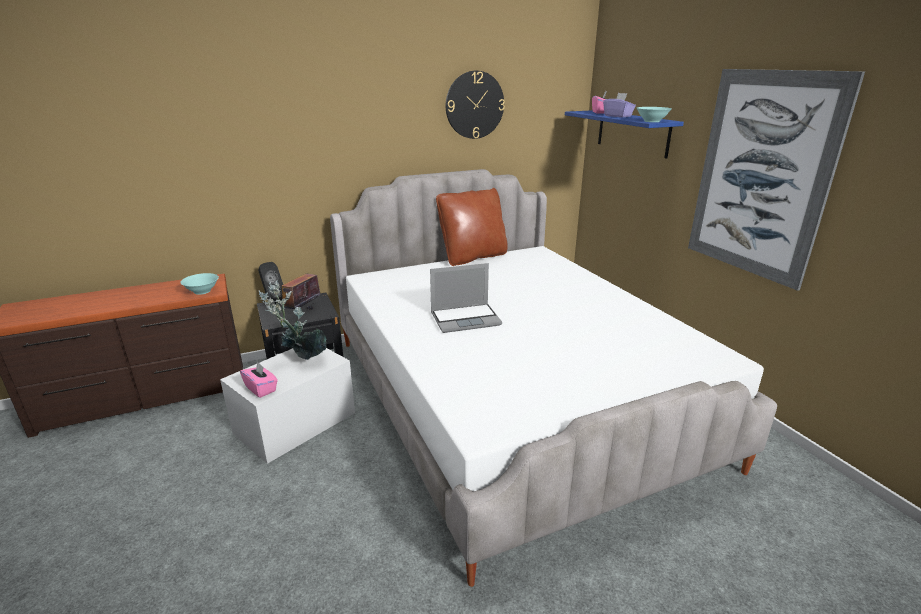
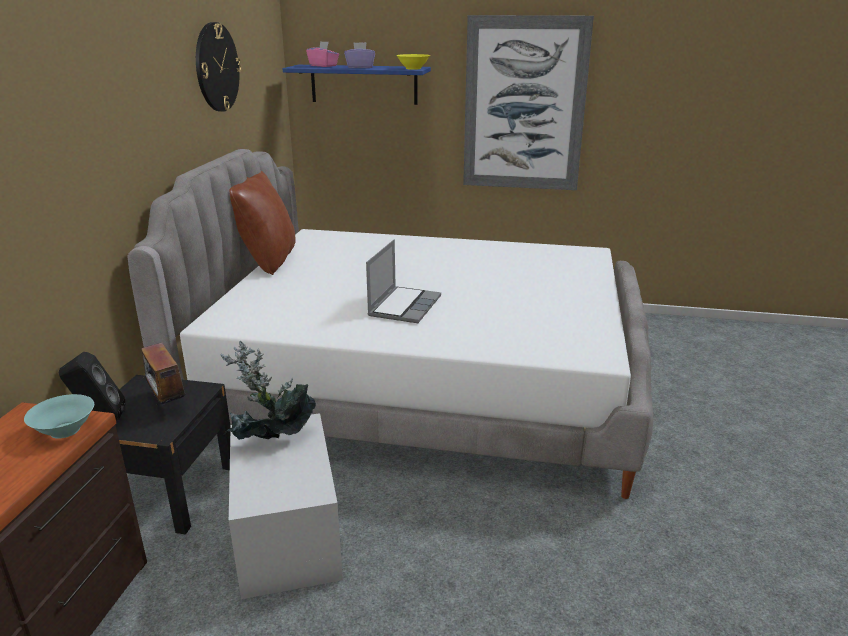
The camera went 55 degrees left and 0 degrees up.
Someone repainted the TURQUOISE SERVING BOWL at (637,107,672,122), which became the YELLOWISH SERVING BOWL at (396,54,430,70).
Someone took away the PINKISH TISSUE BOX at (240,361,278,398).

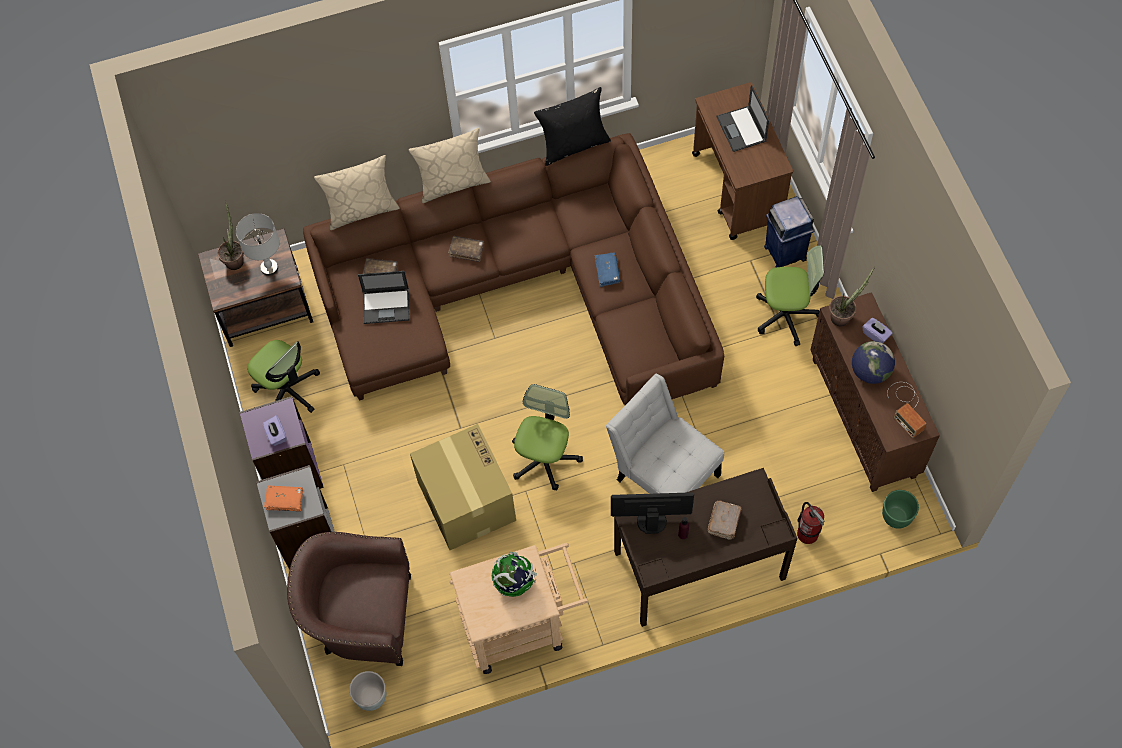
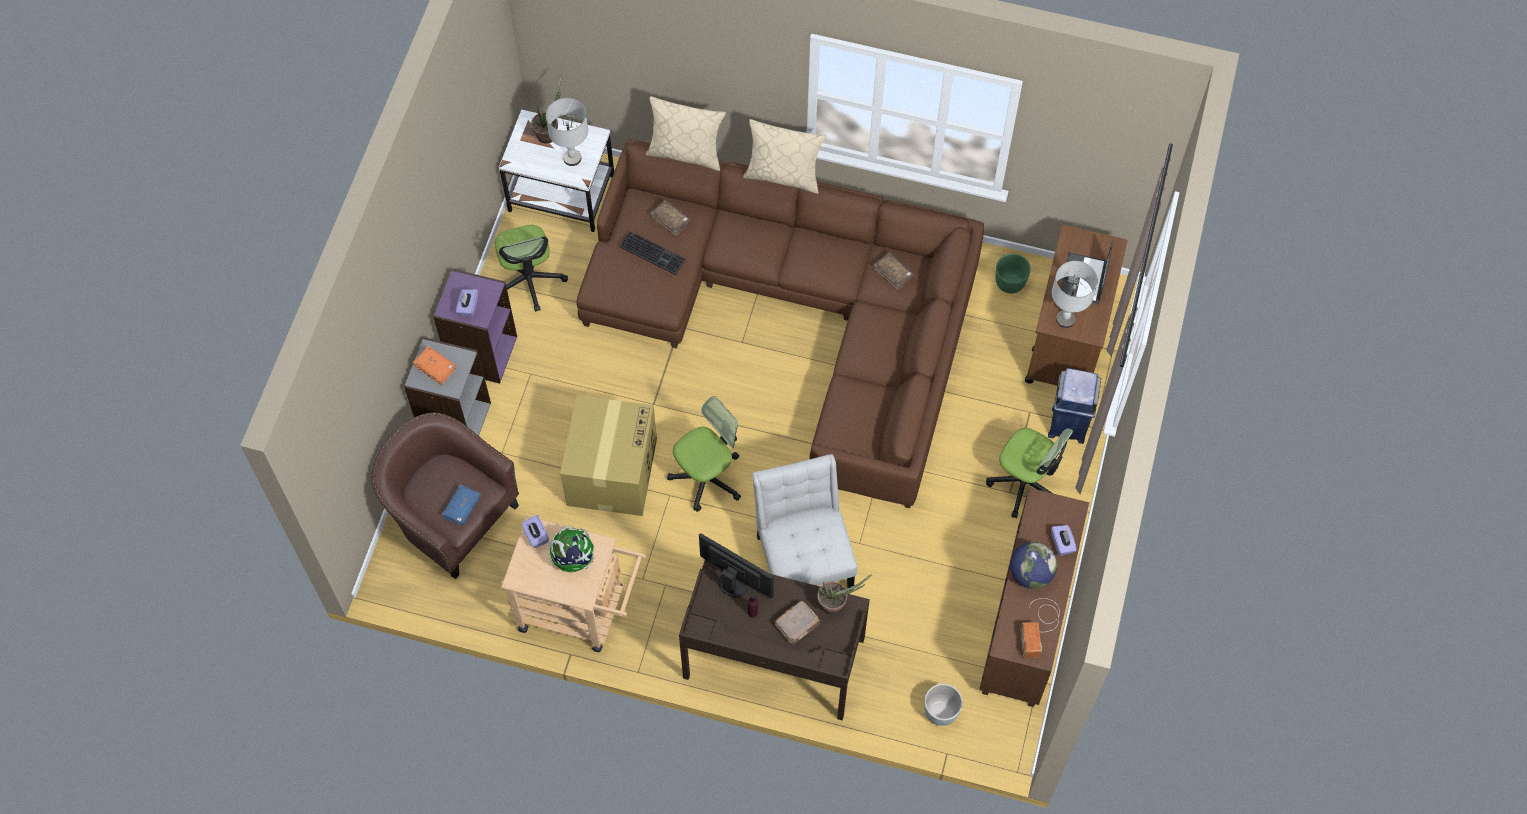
The camera went 30 degrees right and 0 degrees up.
Someone carried the BLUE VOLUME from (595,253,621,287) to (442,484,481,526).
Someone repainted the BROWN ACCENT TABLE at (198,229,313,347), which became the WHITE-COLOURED ACCENT TABLE at (499,110,614,232).
Someone put down the PURPLE-COLOURED TISSUE BOX at (522,515,549,548).
Someone swapped the LAPTOP at (358,271,410,324) for the KEYBOARD at (620,231,686,275).
Someone carried the PLANT IN A POT from (829,266,875,327) to (817,574,872,614).
Someone carried the BROWN VOLUME from (448,236,484,262) to (873,252,914,290).
Someone carried the GREY PLANT POT from (349,671,386,711) to (925,684,963,726).
Someone carried the GREEN PLANT POT from (882,490,919,529) to (995,254,1031,294).
Someone put down the GREY TABLETOP LAMP at (1052,261,1098,328).
Someone took away the BLACK-COLOURED PILLOW at (534,87,611,166).
Someone took away the FIRE-FIGHTING CYLINDER at (797,502,825,544).

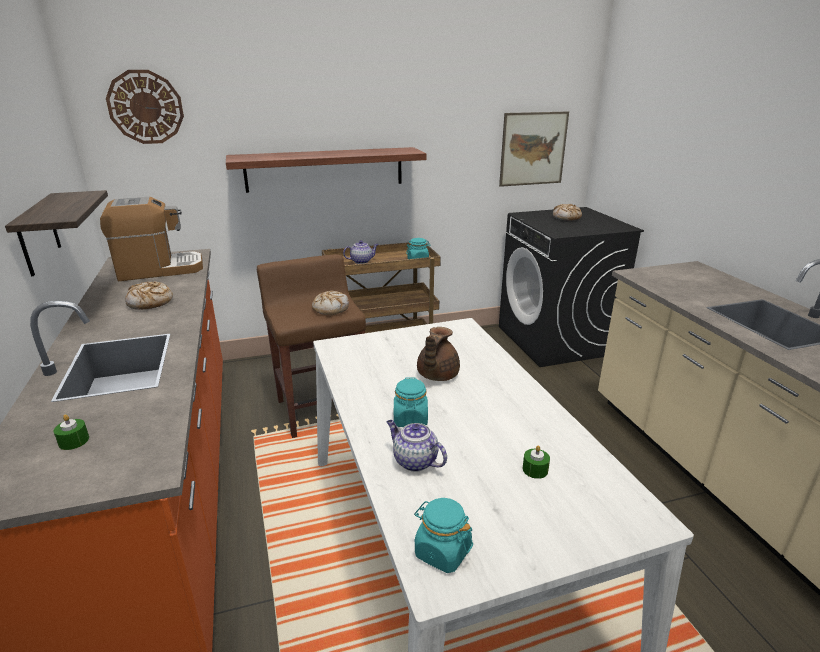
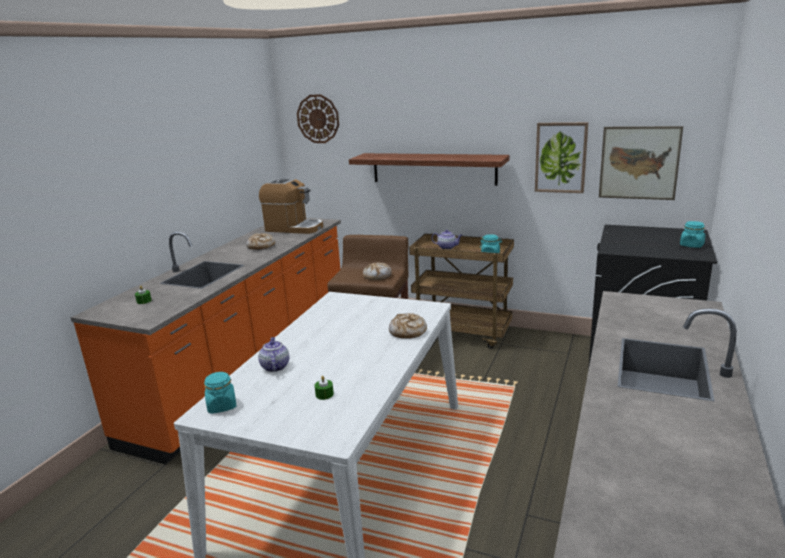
The camera went 40 degrees right and 5 degrees down.
Someone carried the BAKED BREAD from (553,204,582,221) to (389,313,427,339).
Someone put up the PICTURE at (535,122,588,193).
Someone carried the TURQUOISE STORAGE JAR from (394,377,428,427) to (680,221,705,248).
Someone took away the SHELF at (5,190,108,276).
Someone took away the BROWN TEA POT at (417,327,460,381).

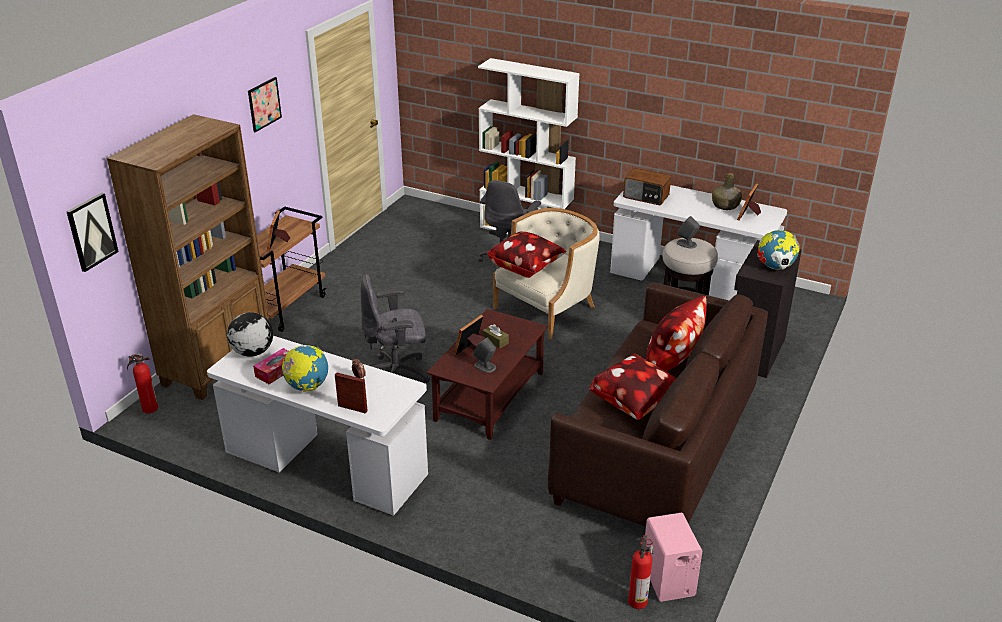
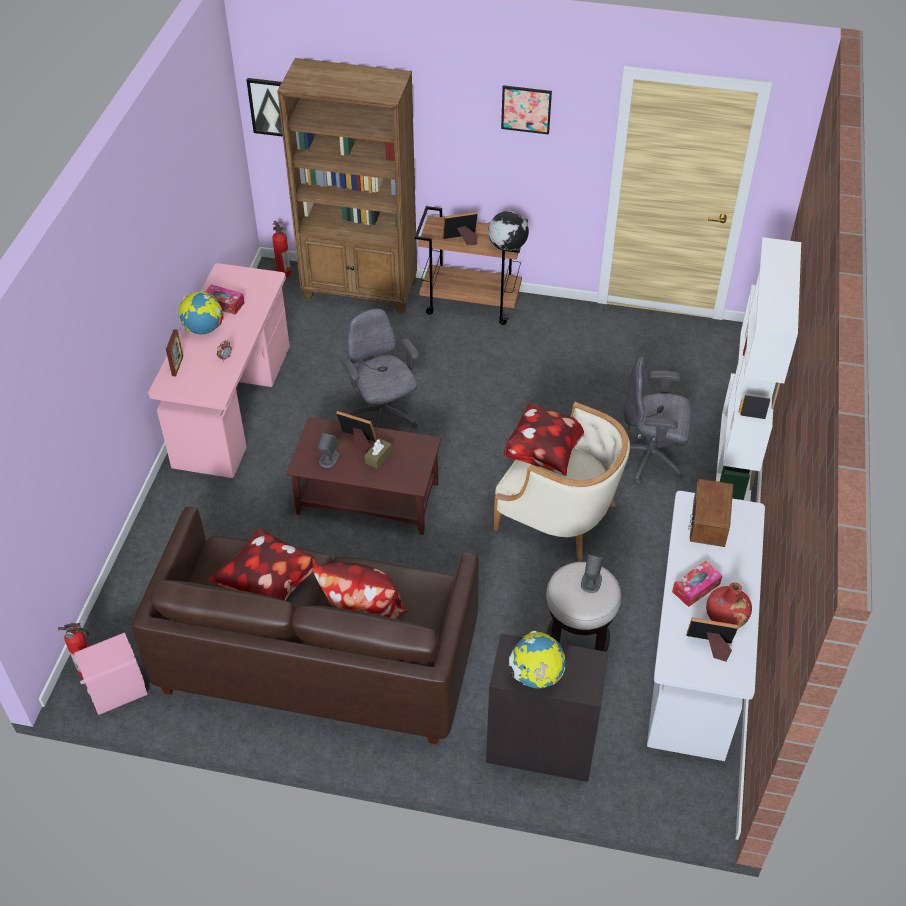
The camera went 75 degrees right and 15 degrees up.
Someone repainted the WHITE-COLOURED DESK TABLE at (207,336,428,516), which became the PINKISH DESK TABLE at (148,263,290,478).
Someone carried the DESK GLOBE from (227,312,273,357) to (488,211,529,251).
Someone put down the TISSUE BOX at (672,561,723,607).
Someone repainted the GREEN BOTTLE at (712,173,742,210), which became the RED-COLOURED BOTTLE at (706,583,752,628).

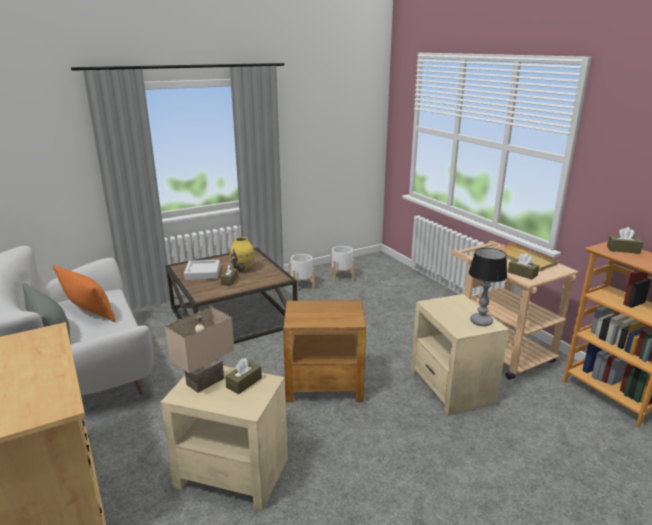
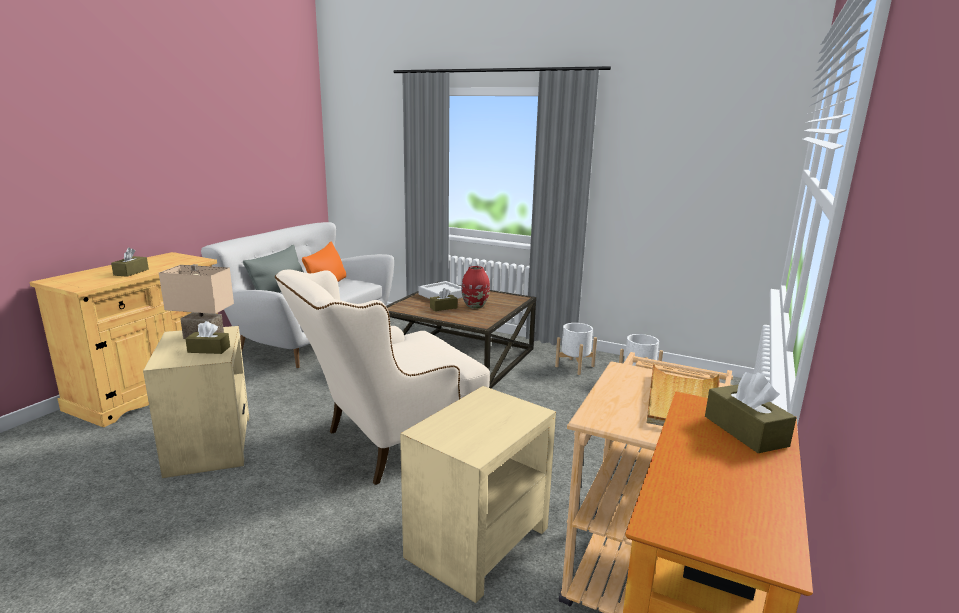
The camera went 55 degrees right and 5 degrees down.
Someone carried the BROWN TISSUE BOX from (508,253,539,280) to (111,248,149,277).
Someone swapped the BROWN ACCENT TABLE at (283,300,366,402) for the BEIGE-COLOURED LOUNGE CHAIR at (275,270,490,485).
Someone repainted the YELLOWISH FLOWER VASE at (230,237,254,273), which became the RED-COLOURED FLOWER VASE at (461,266,490,309).
Someone took away the TABLETOP LAMP at (469,248,507,326).

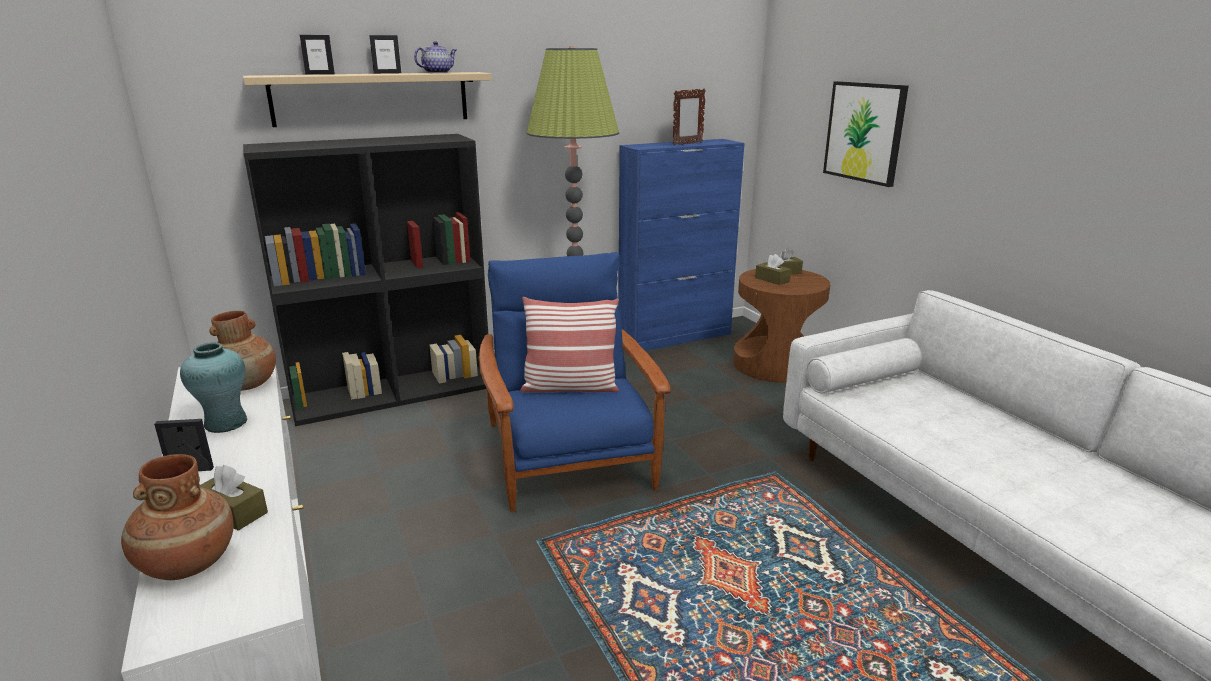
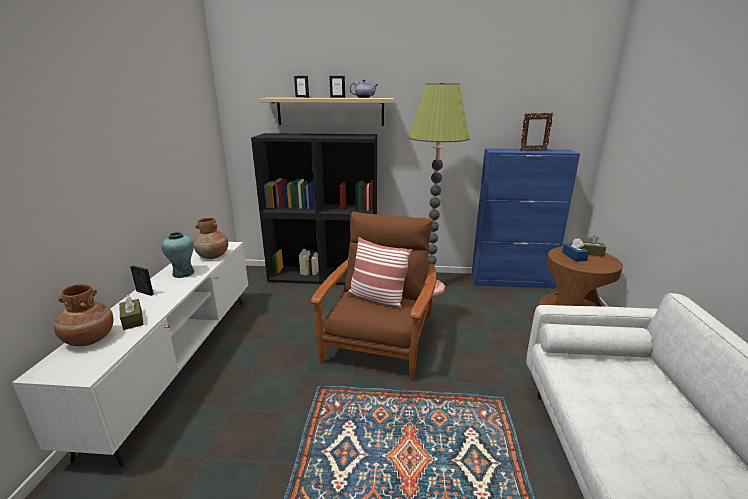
The camera went 30 degrees right and 0 degrees up.
Someone repainted the BLUE LOUNGE CHAIR at (479,252,670,512), which became the BROWN LOUNGE CHAIR at (311,212,437,381).
Someone repainted the BROWN TISSUE BOX at (755,254,791,285), which became the BLUE TISSUE BOX at (562,238,589,262).
Someone took away the PICTURE at (823,81,909,187).

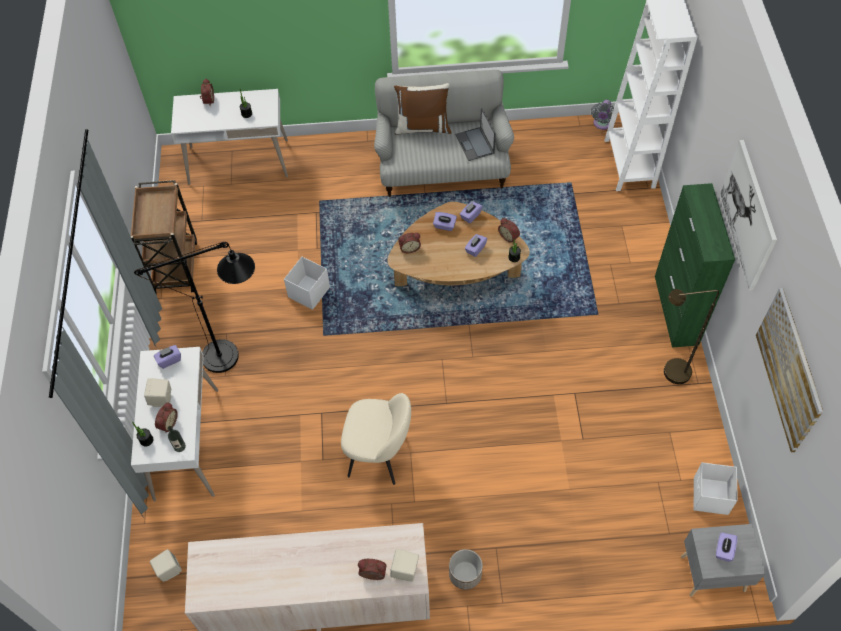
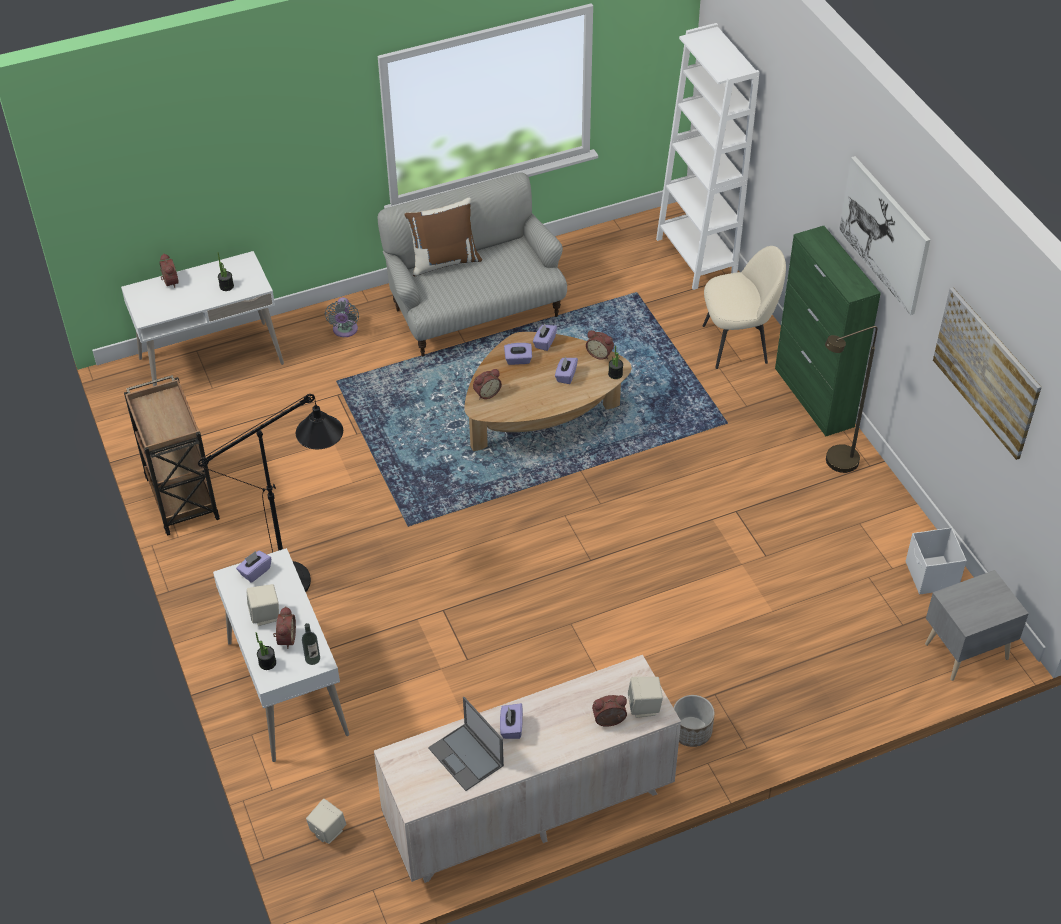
The camera went 20 degrees left and 10 degrees down.
Someone carried the GREY ELECTRIC FAN from (591,100,614,130) to (325,297,359,337).
Someone carried the LAPTOP from (455,107,496,161) to (428,697,504,791).
Someone carried the PURPLE-COLOURED TISSUE BOX from (716,532,738,562) to (500,703,523,739).
Someone carried the BEIGE-COLOURED CHAIR from (341,393,411,485) to (703,246,786,369).
Someone took away the WHITE-COLOURED STORAGE CONTAINER at (284,257,330,310).

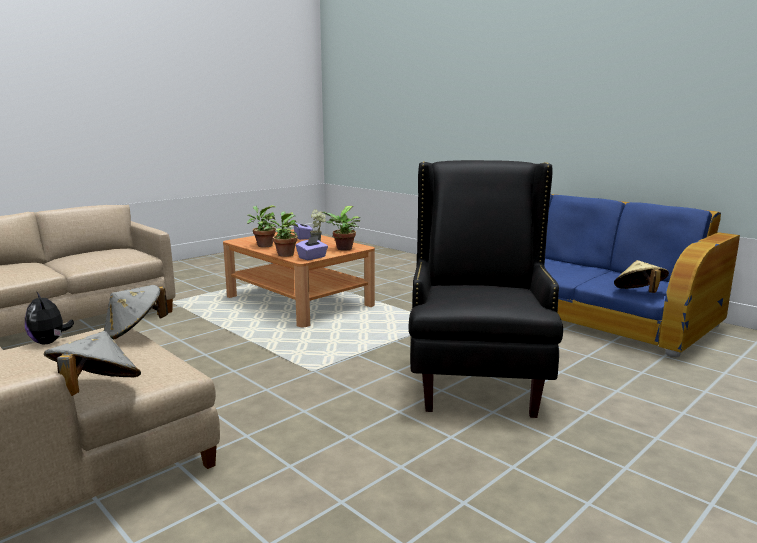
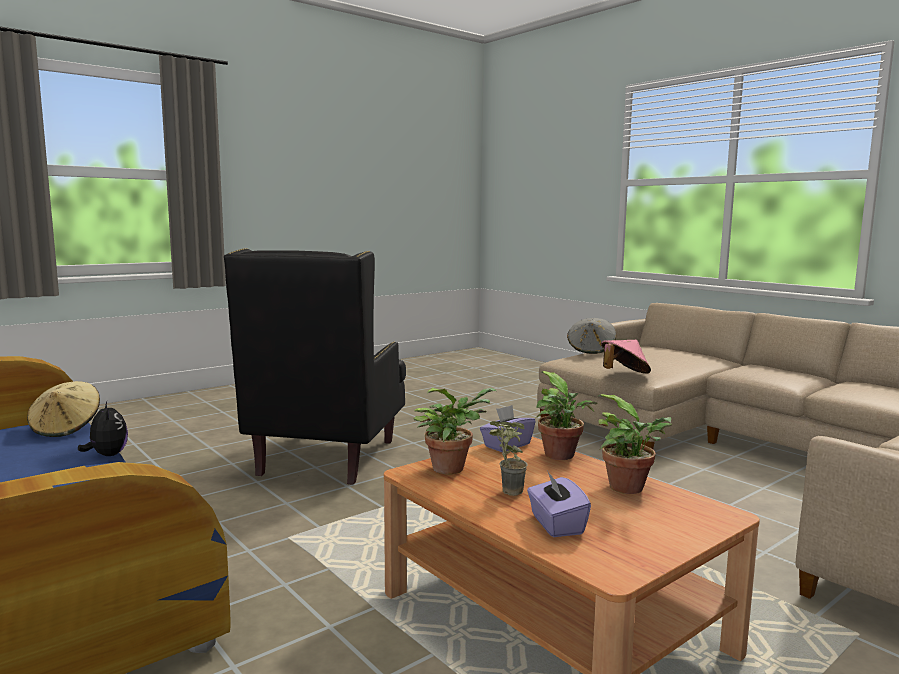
The camera went 175 degrees left and 5 degrees down.
Someone carried the CUDDLY TOY from (25,292,74,344) to (78,402,128,456).
Someone repainted the GREY CLOTHING HAT at (104,285,168,340), which became the PINKISH CLOTHING HAT at (601,340,651,373).

